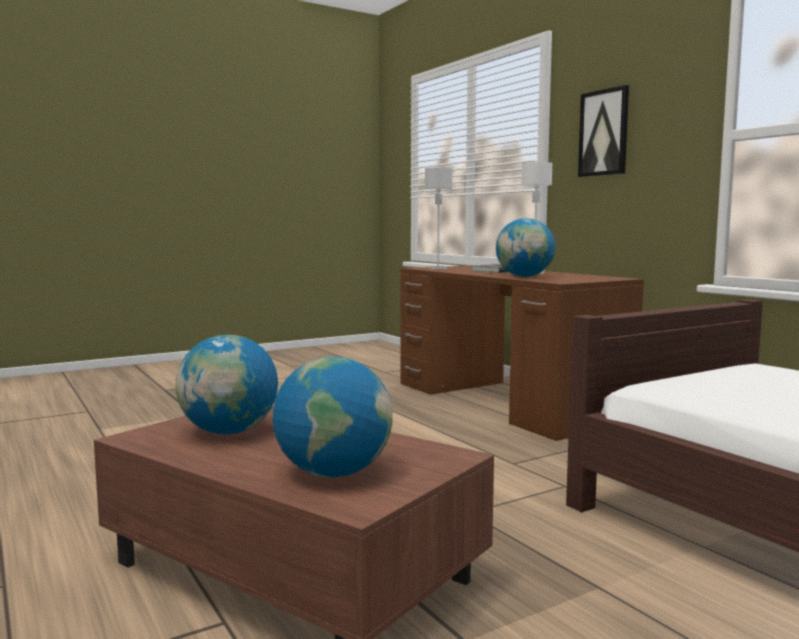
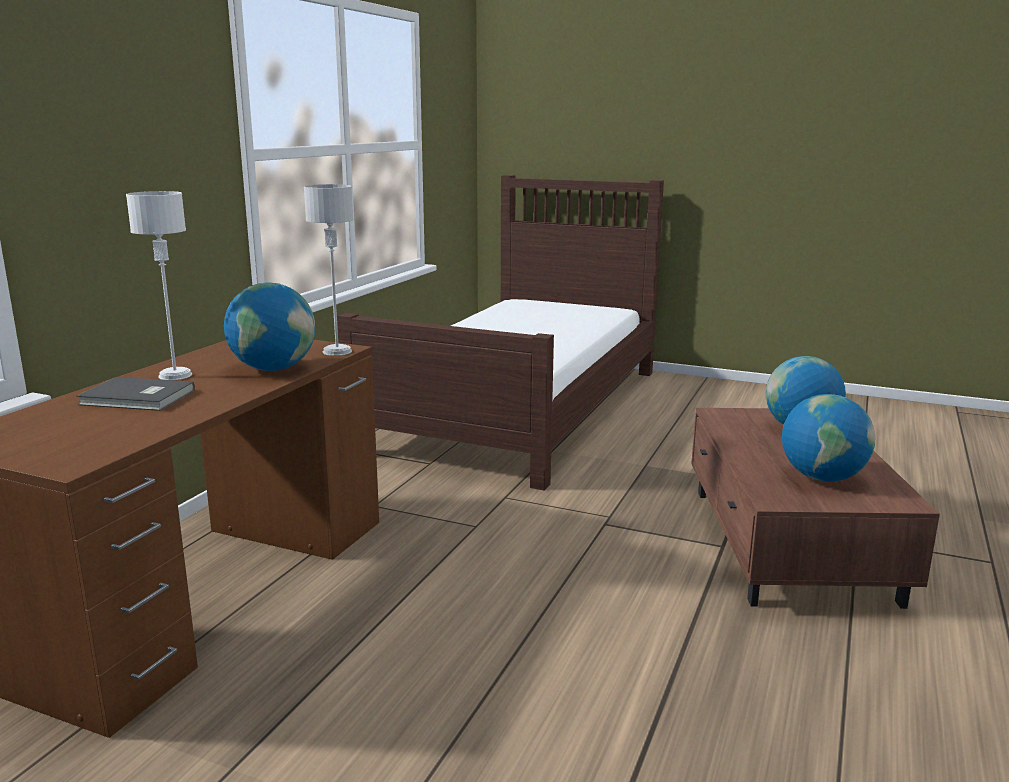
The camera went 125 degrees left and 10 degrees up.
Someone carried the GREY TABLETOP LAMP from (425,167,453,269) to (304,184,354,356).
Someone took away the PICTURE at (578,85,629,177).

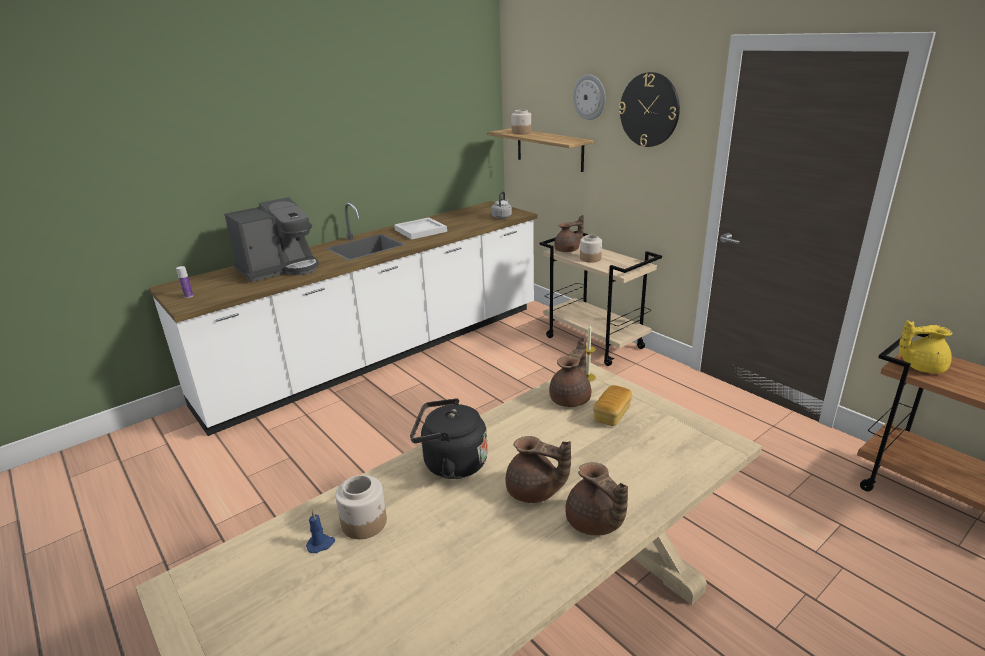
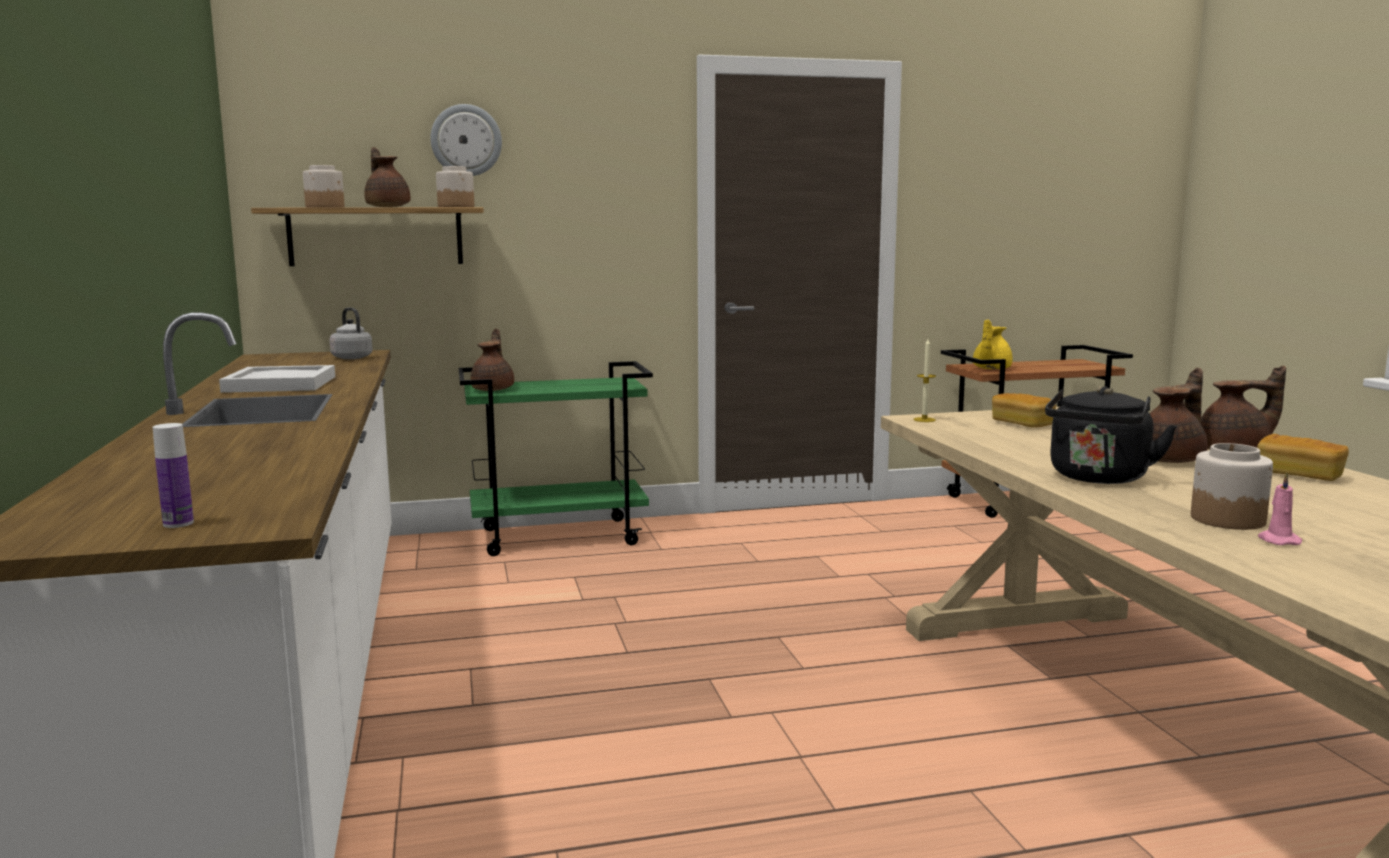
The camera went 65 degrees left and 15 degrees down.
Someone carried the BROWN TEA POT from (549,337,591,407) to (364,147,410,207).
Someone carried the STORAGE JAR from (580,235,602,263) to (436,166,474,207).
Someone repainted the BEIGE-COLOURED CART at (540,231,662,366), which became the GREEN CART at (459,361,653,556).
Someone put down the BAKED BREAD at (1257,434,1349,481).
Someone repainted the BLUE CANDLE at (306,510,335,553), which became the PINKISH CANDLE at (1258,472,1302,545).
Someone took away the COFFEE MACHINE at (224,197,319,282).
Someone took away the CLOCK ON THE WALL at (619,72,680,147).

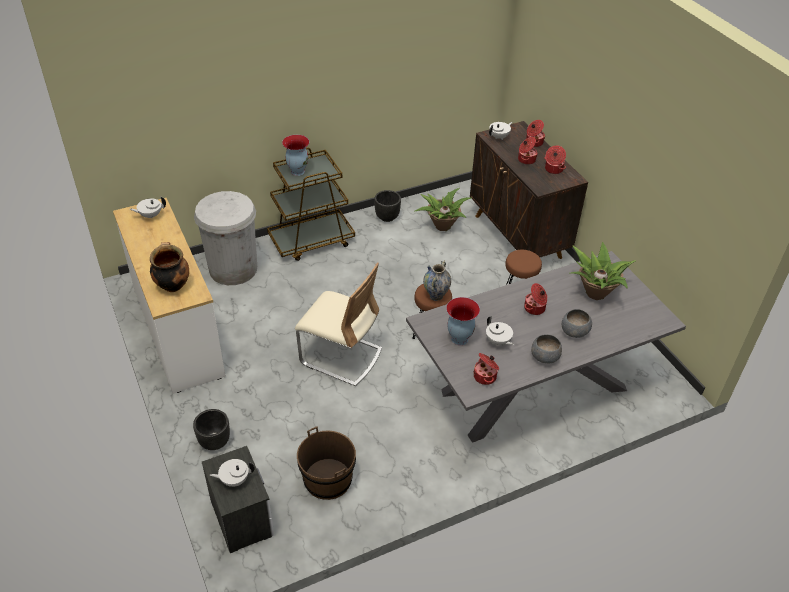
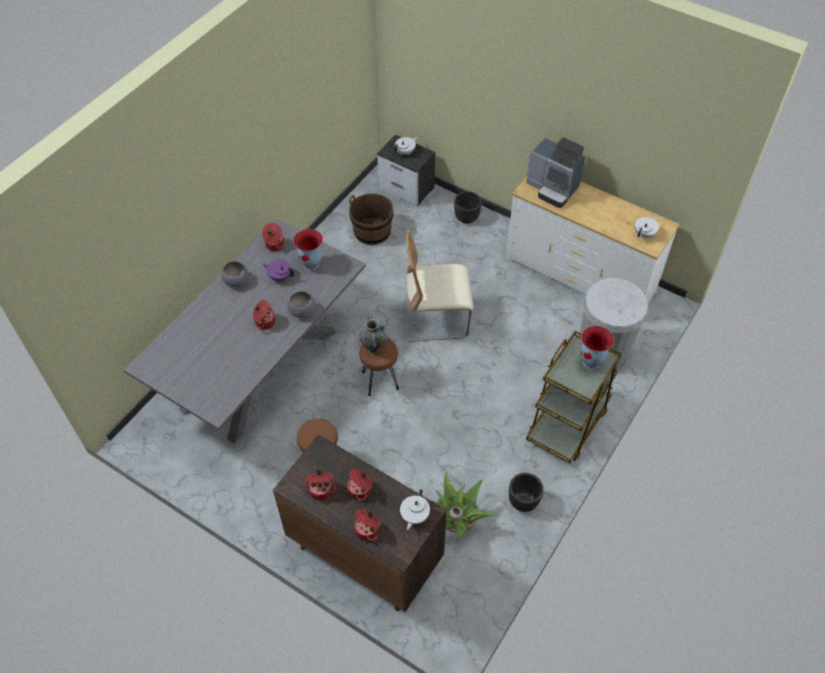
The camera went 150 degrees right and 10 degrees up.
Someone repainted the WHITE-COLOURED TEA POT at (486,316,514,346), which became the PURPLE-COLOURED TEA POT at (262,260,294,281).
Someone carried the GREY SERVING BOWL from (562,309,592,338) to (287,291,315,318).
Someone swapped the SAUCEPOT at (150,242,189,292) for the COFFEE MACHINE at (526,137,585,208).
Someone took away the PLANT IN A POT at (570,242,636,300).

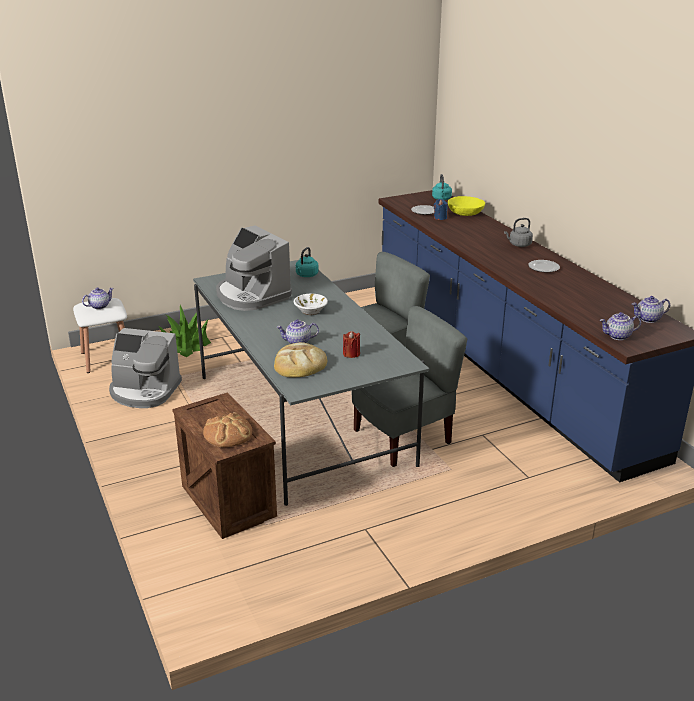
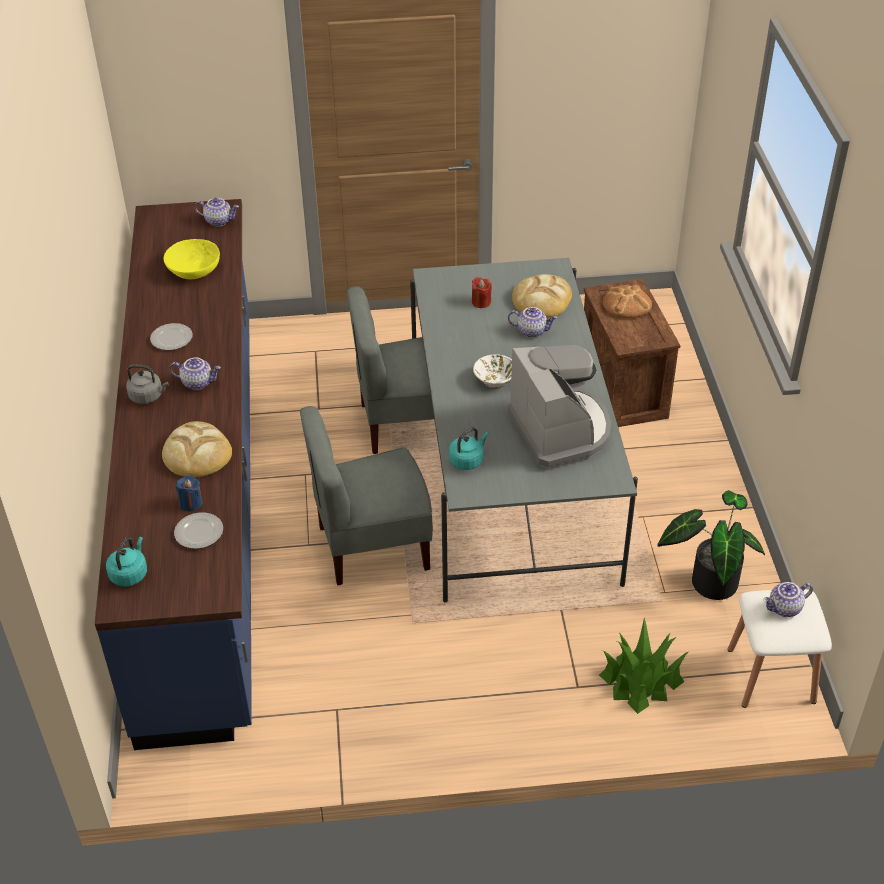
The camera went 160 degrees left and 15 degrees up.
Someone put down the BAKED BREAD at (162,421,232,478).
Someone carried the YELLOWISH SERVING BOWL from (448,196,485,216) to (163,239,220,279).
Someone carried the TEA POT from (632,296,670,323) to (169,358,221,390).
Someone swapped the COFFEE MACHINE at (109,328,182,408) for the PLANT IN A POT at (657,490,765,600).

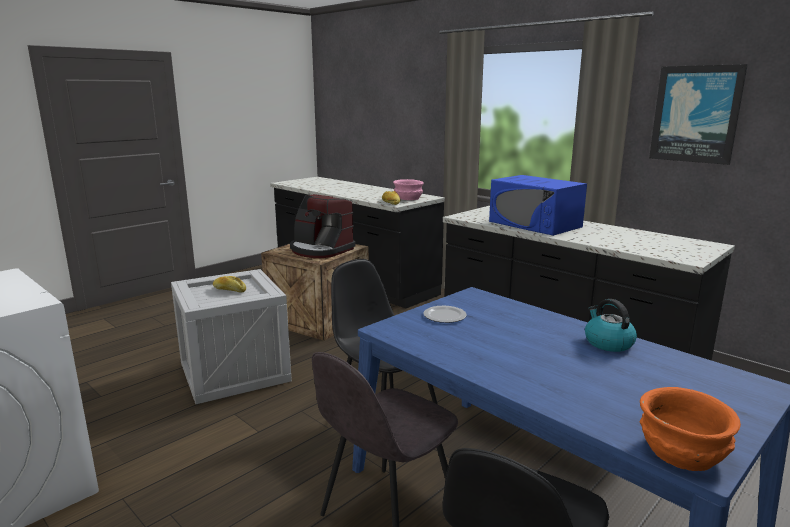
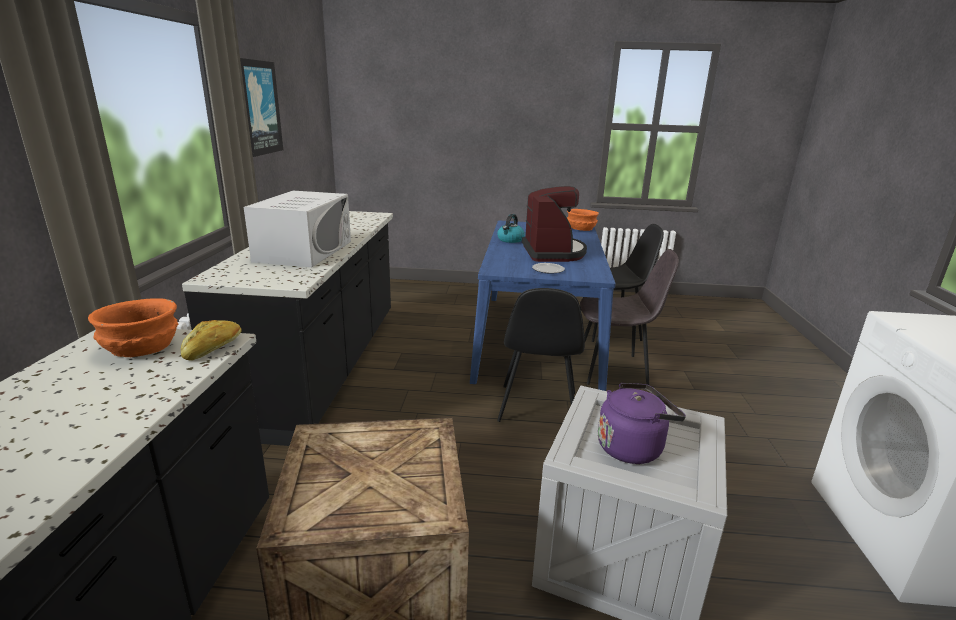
The camera went 130 degrees left and 5 degrees up.
Someone repainted the PINKISH SERVING BOWL at (393,179,424,200), which became the ORANGE-COLOURED SERVING BOWL at (88,298,178,357).
Someone repainted the BLUE MICROWAVE at (489,175,587,236), which became the WHITE-COLOURED MICROWAVE at (244,191,351,267).
Someone carried the COFFEE MACHINE from (290,194,355,258) to (522,186,587,262).
Someone swapped the BAKED BREAD at (213,276,246,292) for the PURPLE-COLOURED KETTLE at (598,383,686,464).

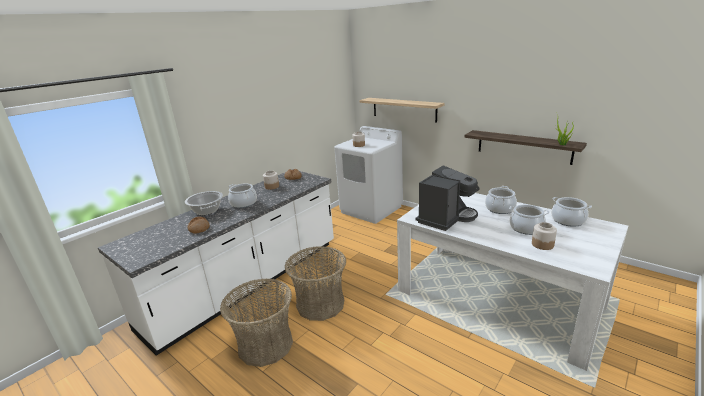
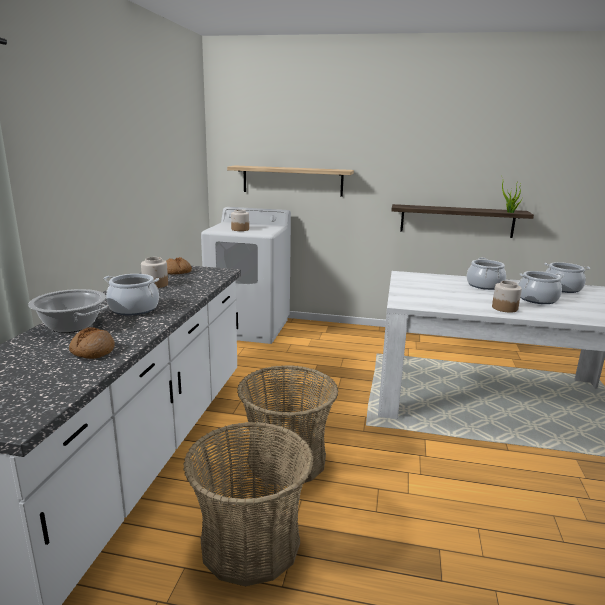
The camera went 30 degrees left and 5 degrees down.
Someone carried the STORAGE JAR from (532,222,557,250) to (492,281,522,313).
Someone took away the COFFEE MACHINE at (416,165,479,231).

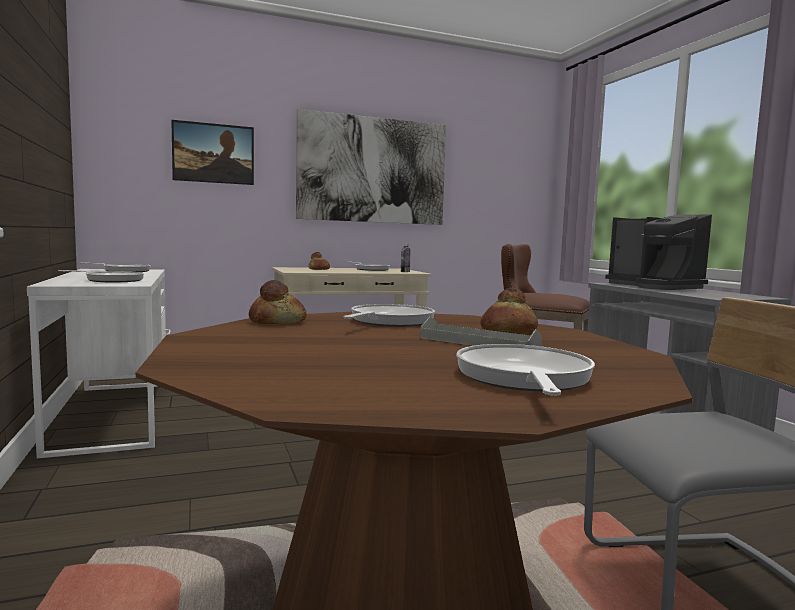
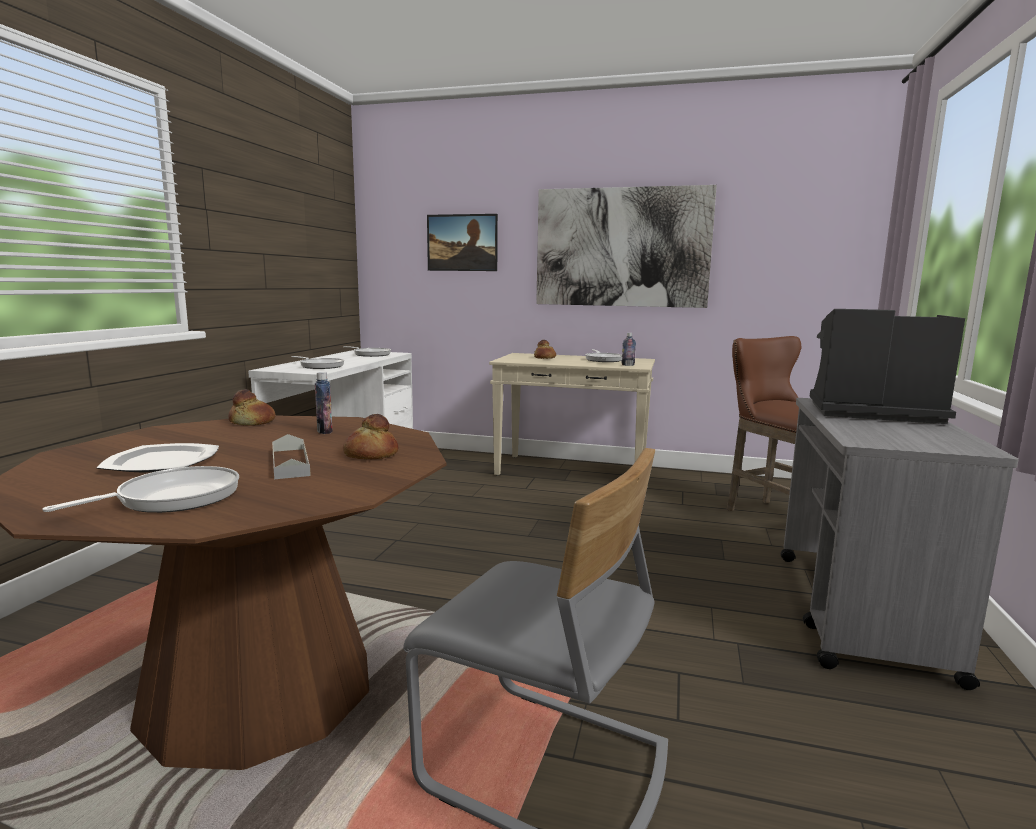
The camera went 35 degrees right and 5 degrees up.
Someone put down the PLATE at (97,443,219,472).
Someone swapped the FRYING PAN at (343,304,435,327) for the BOTTLE at (315,372,333,434).
Someone rotated the COFFEE MACHINE at (605,214,712,290) by 105 degrees clockwise.

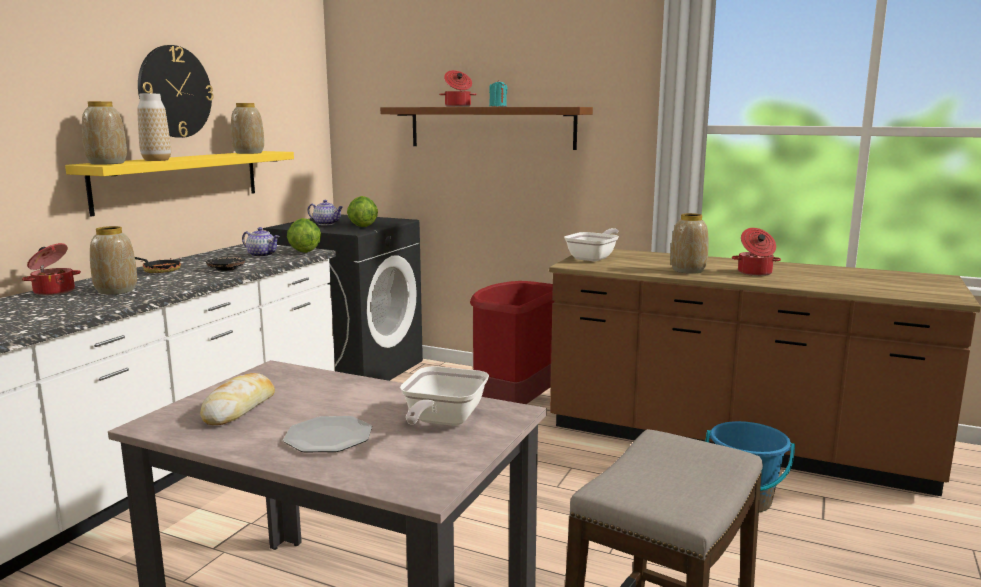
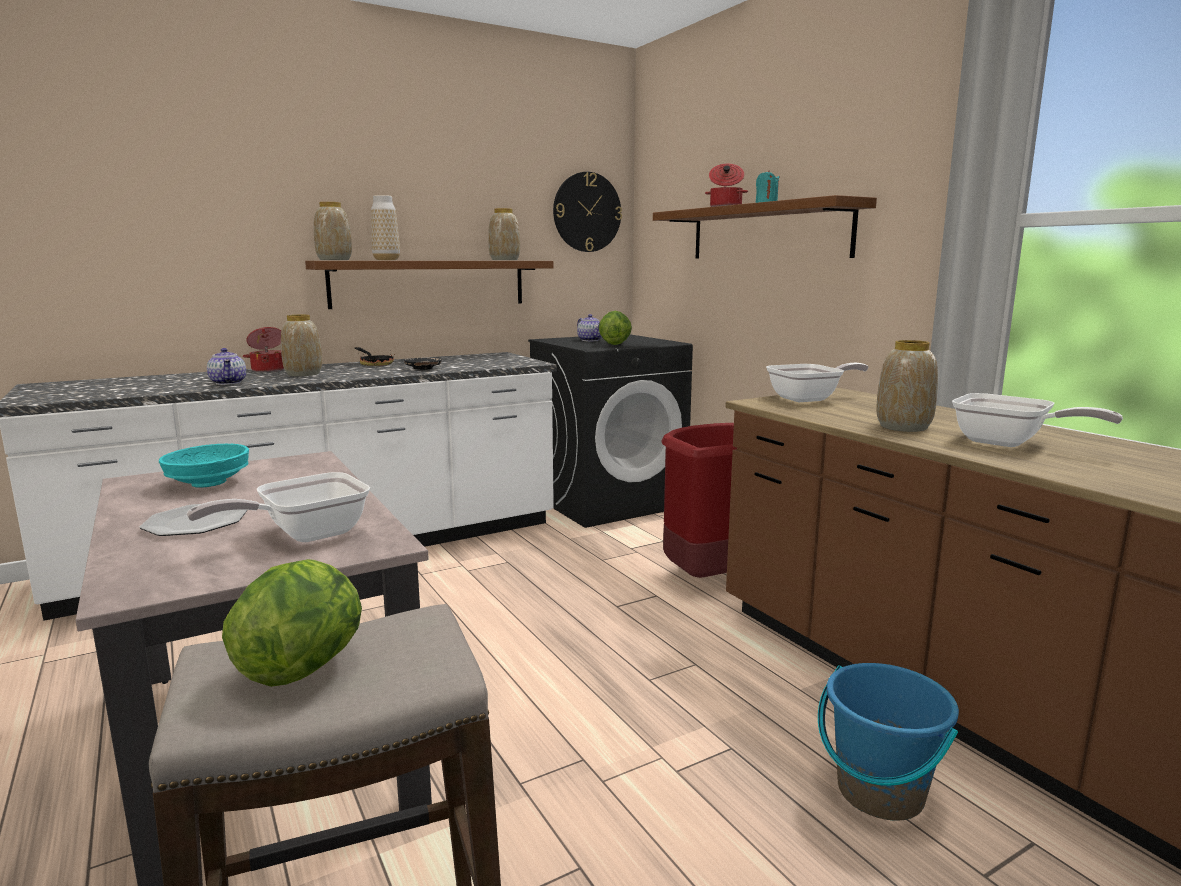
The camera went 35 degrees right and 0 degrees up.
Someone swapped the BAKED BREAD at (200,373,275,425) for the TURQUOISE SERVING BOWL at (159,444,249,488).
Someone carried the TEA POT from (242,227,280,257) to (207,348,246,385).
Someone carried the HEAD OF LETTUCE from (287,218,321,253) to (222,559,362,687).
Someone repainted the YELLOWISH SHELF at (65,151,294,216), which became the BROWN SHELF at (305,261,553,309).
Someone carried the CLOCK ON THE WALL from (138,45,214,138) to (553,172,622,252).
Someone swapped the SAUCEPOT at (732,228,781,276) for the FRYING PAN at (952,393,1123,447).

